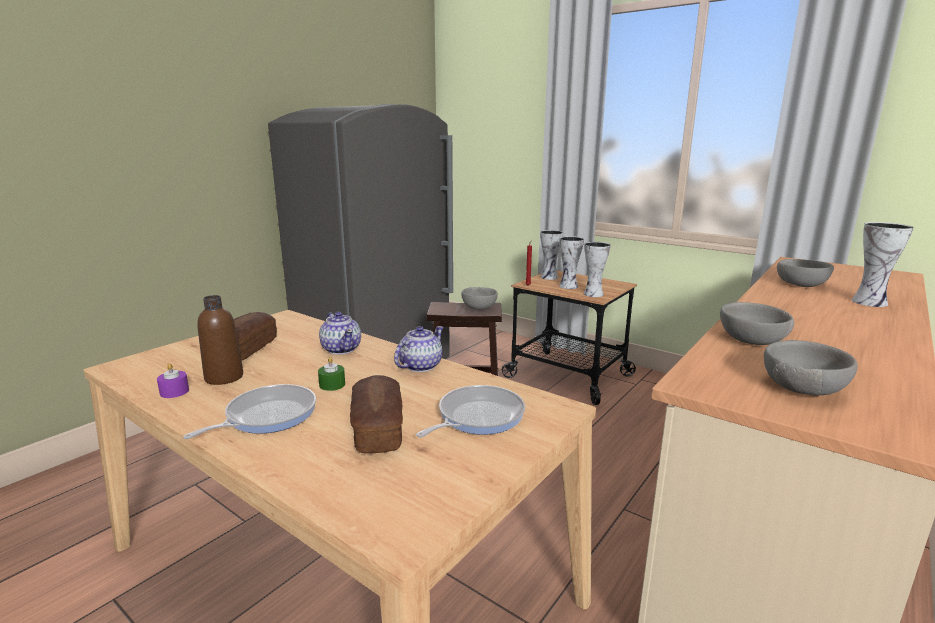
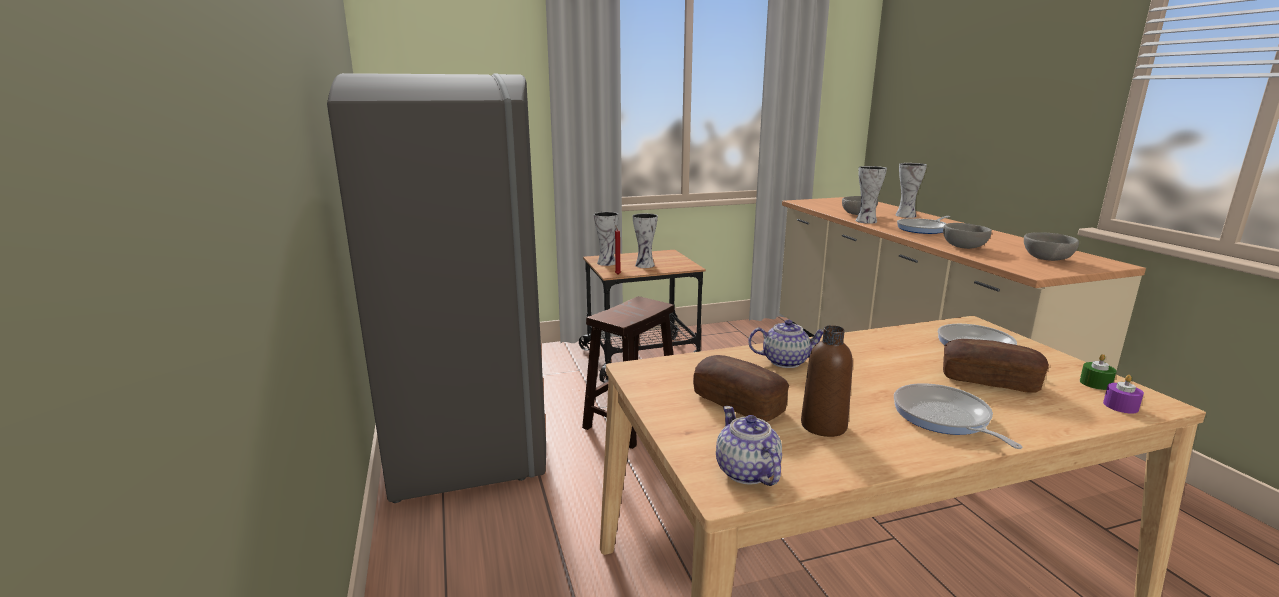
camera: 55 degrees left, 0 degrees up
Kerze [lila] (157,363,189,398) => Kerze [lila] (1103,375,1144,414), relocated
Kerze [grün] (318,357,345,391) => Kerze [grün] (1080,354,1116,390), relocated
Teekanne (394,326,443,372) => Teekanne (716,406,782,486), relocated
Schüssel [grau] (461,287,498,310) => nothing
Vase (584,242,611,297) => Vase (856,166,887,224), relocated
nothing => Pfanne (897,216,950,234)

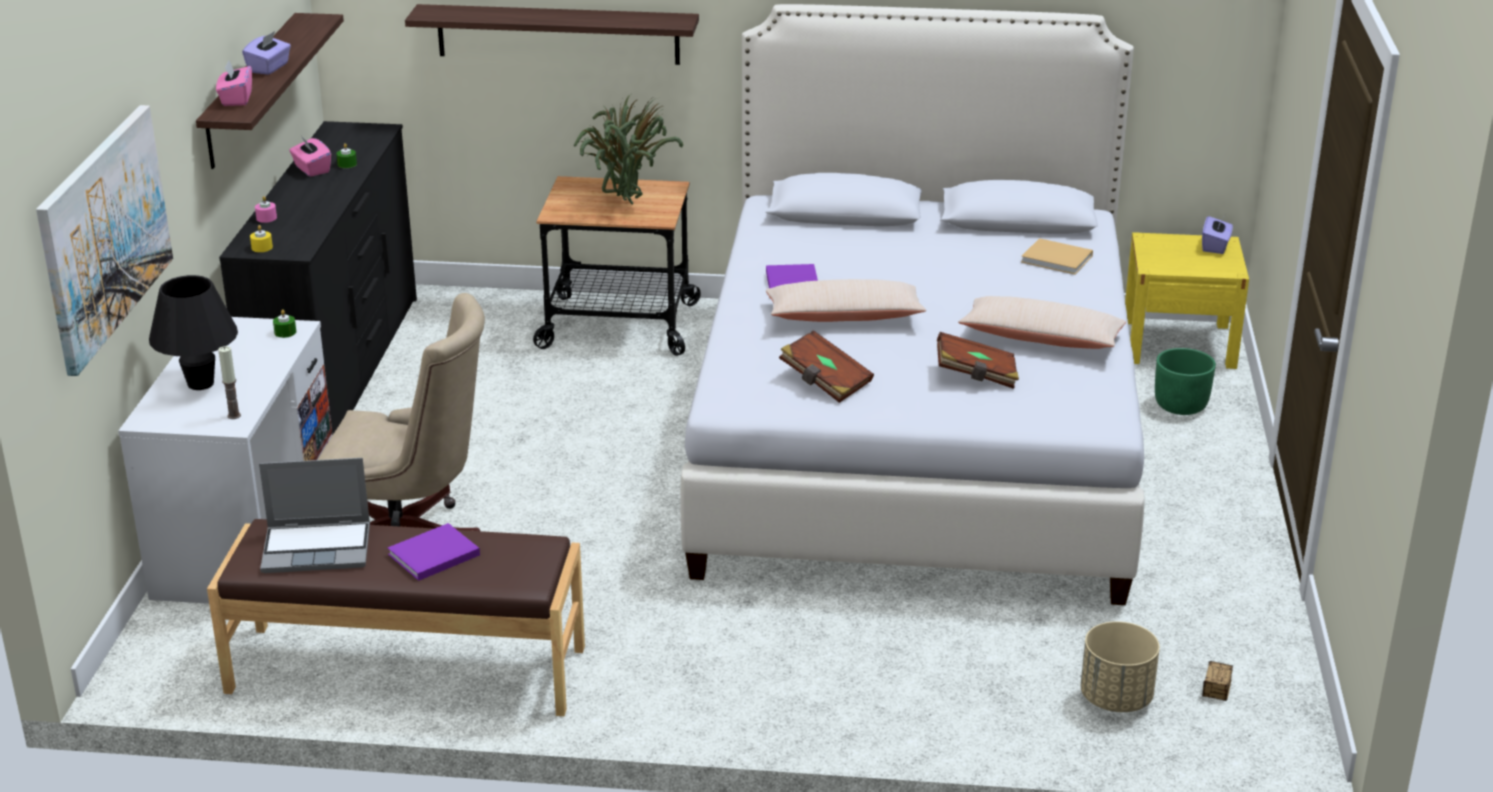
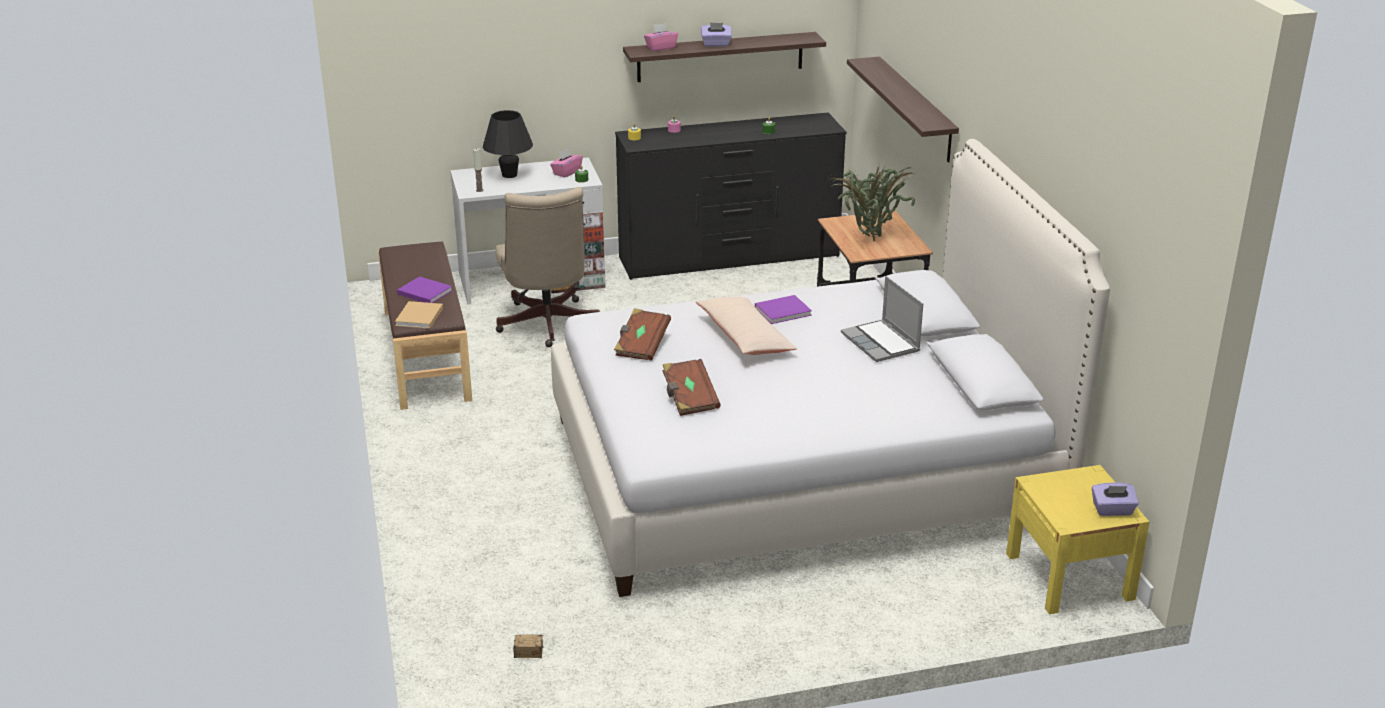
camera: 70 degrees right, 0 degrees up
Bild (36,105,173,376) => nothing
Laptop (259,458,370,573) => Laptop (841,276,923,362), relocated
Taschentuchbox [rosa] (289,136,331,177) => Taschentuchbox [rosa] (550,148,583,178), relocated
Kissen [beige] (958,296,1126,349) => nothing
Buch [beige] (1021,238,1093,275) => Buch [beige] (395,301,443,329), relocated
Pflanzkübel [beige] (1081,621,1160,712) => nothing
Pflanzkübel [grün] (1155,348,1216,415) => nothing

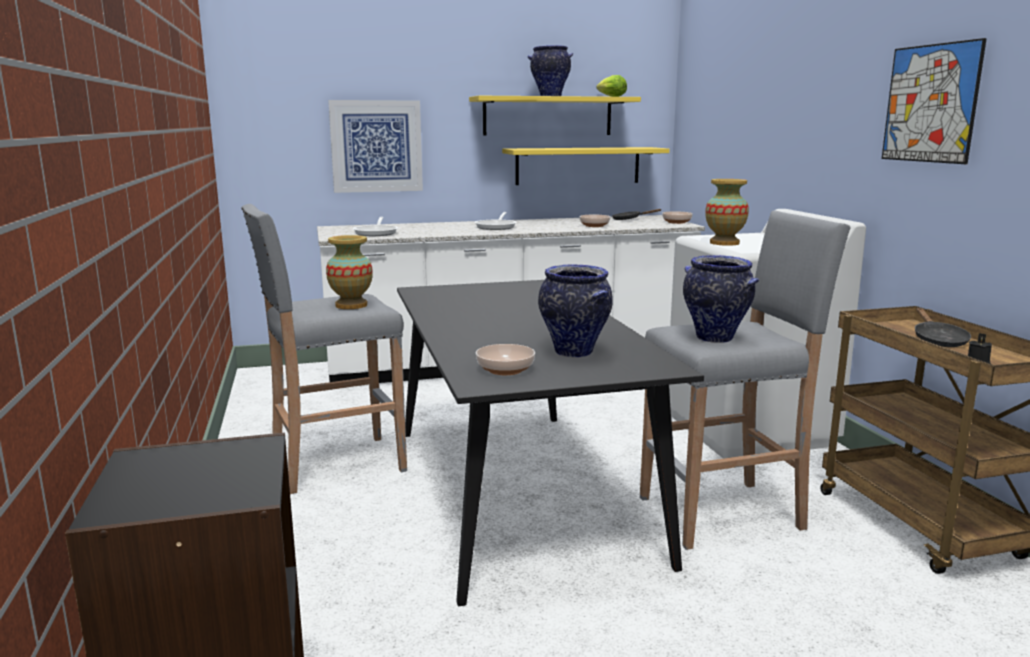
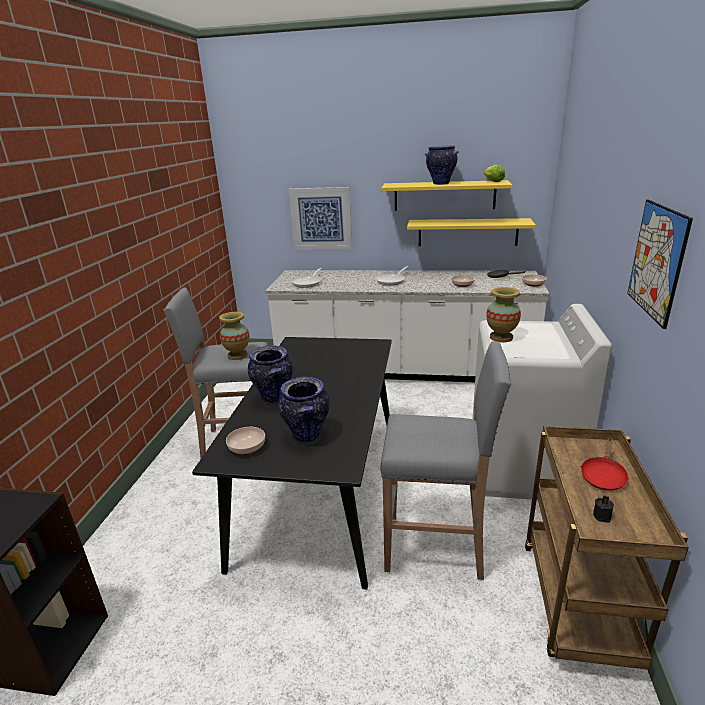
camera: 25 degrees right, 10 degrees up
Vase (683,255,759,343) => Vase (248,346,293,403), relocated
Pfanne [schwarz] (915,308,971,347) => Pfanne [rot] (580,438,629,491)

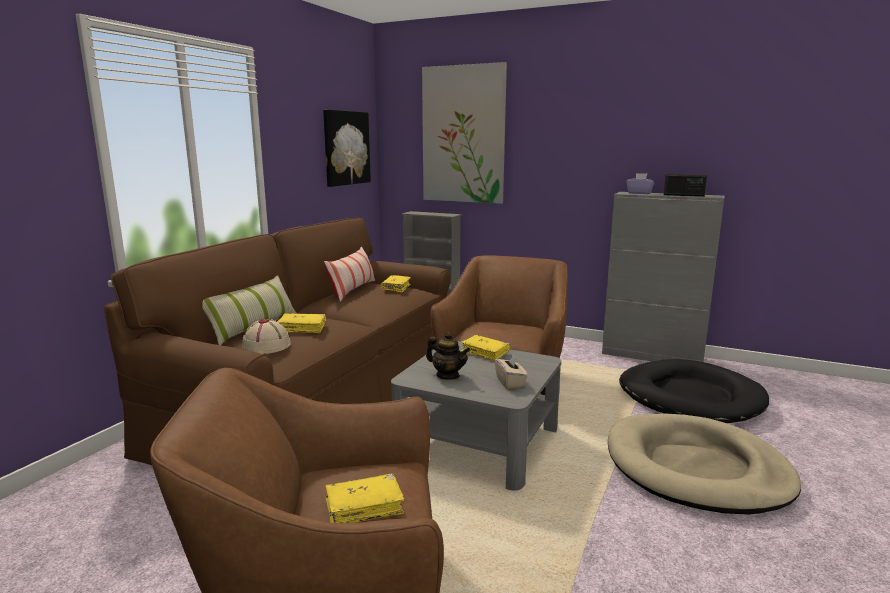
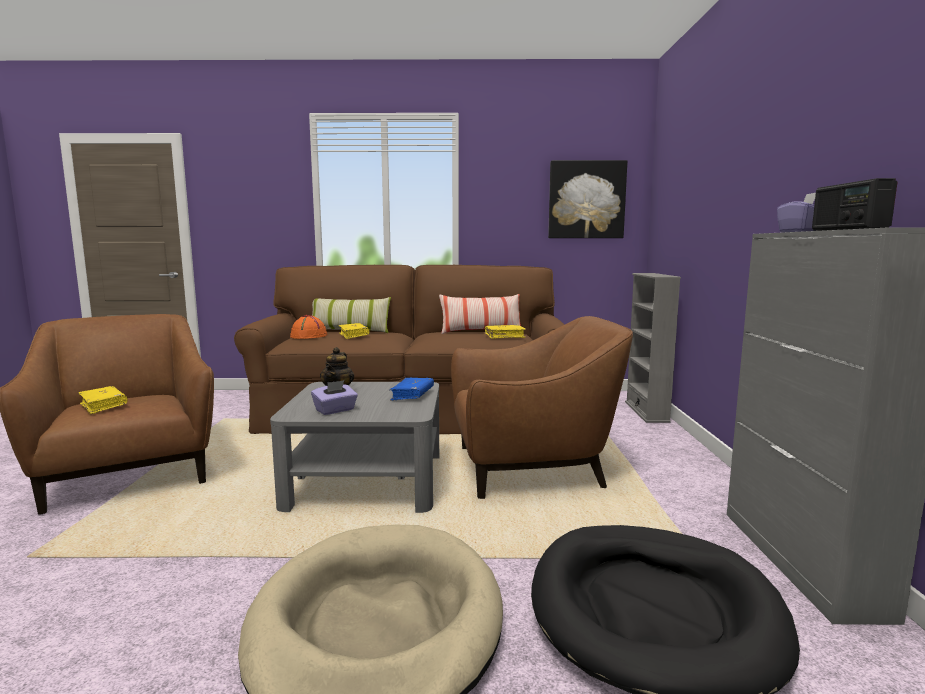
camera: 65 degrees right, 5 degrees down
Hut [beige] (242,319,291,354) => Hut [orange] (290,315,327,339)
Bild (422,62,507,204) => nothing
Buch [gelb] (461,335,510,362) => Buch [blau] (389,378,434,401)
Taschentuchbox [beige] (495,354,528,389) => Taschentuchbox [lila] (311,380,358,415)

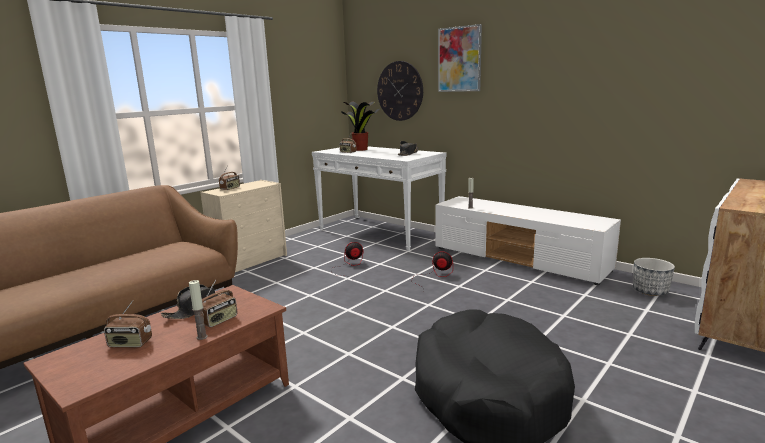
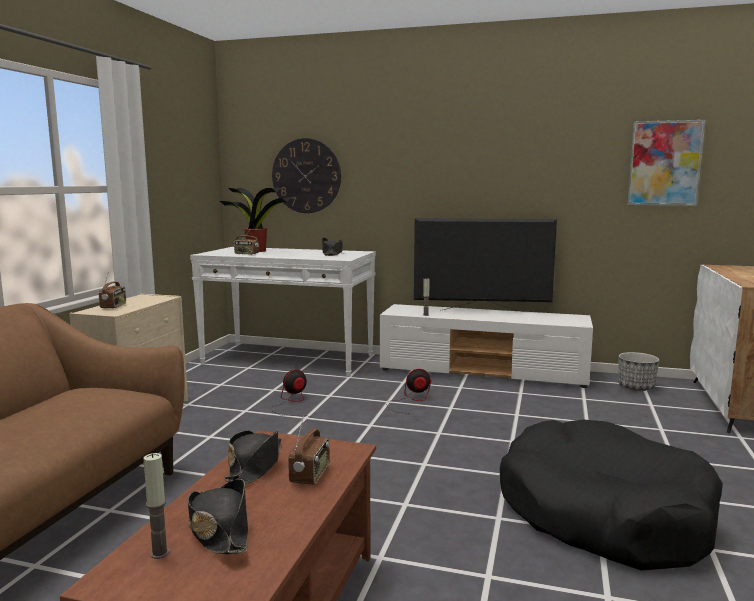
camera: 25 degrees left, 5 degrees down
Radio (104,300,152,348) => Hut [schwarz] (188,479,248,554)
Kerze (189,280,208,340) => Kerze (143,453,169,559), relocated
Bild (438,24,482,92) => Bild (627,120,705,206), relocated
nothing => Fernseher (414,218,557,311)

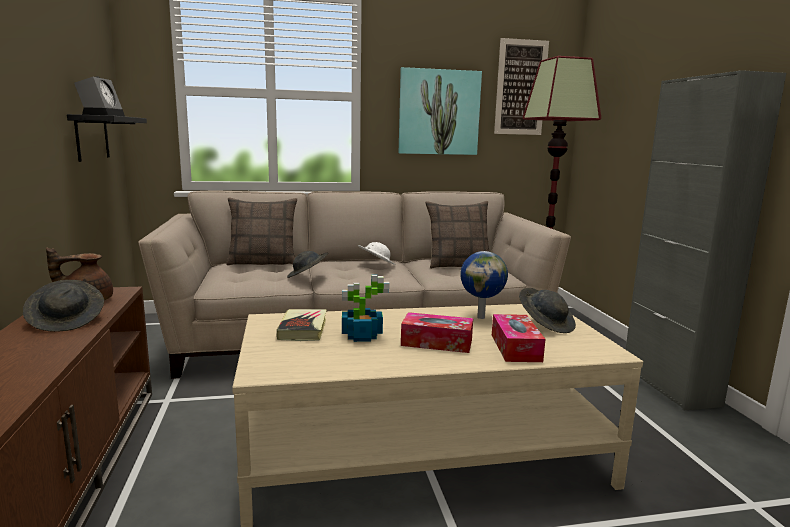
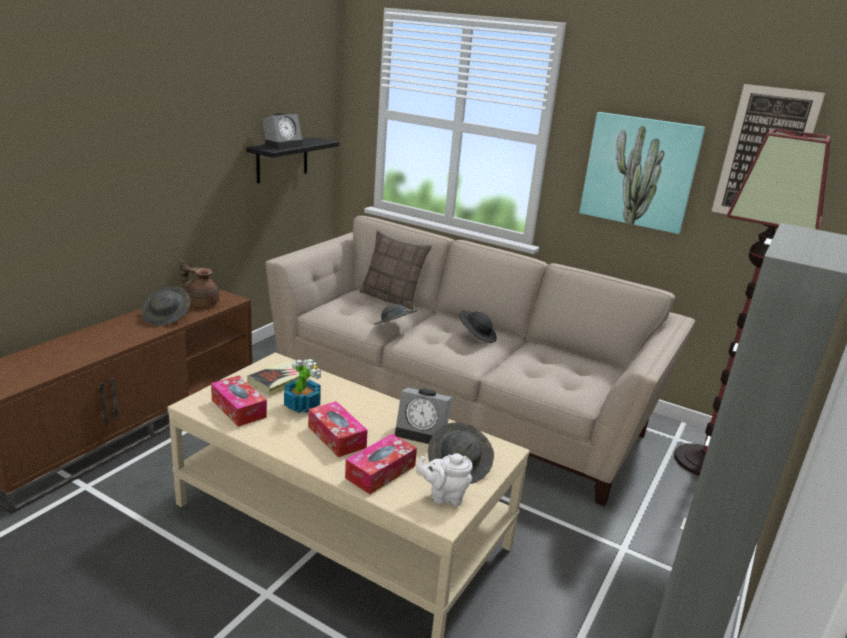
camera: 40 degrees right, 10 degrees up
Hut [weiß] (358,242,396,265) => Hut [schwarz] (459,310,497,343)
Kissen (425,201,490,269) => nothing
Globus (460,251,508,319) => Wecker (395,388,452,444)
nothing => Taschentuchbox (211,376,267,427)
nothing => Teekanne [weiß] (417,453,472,506)

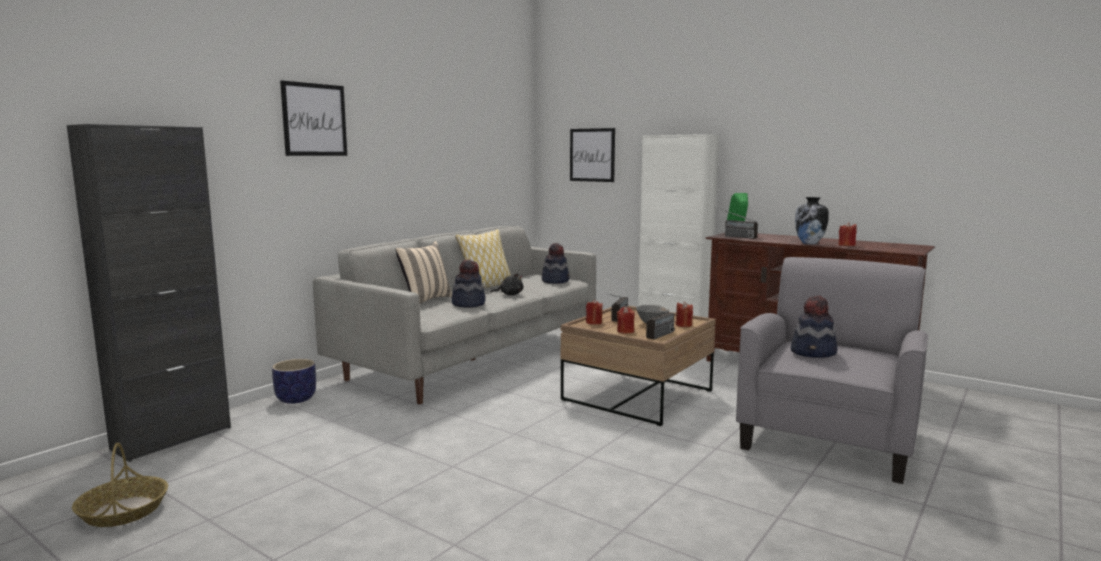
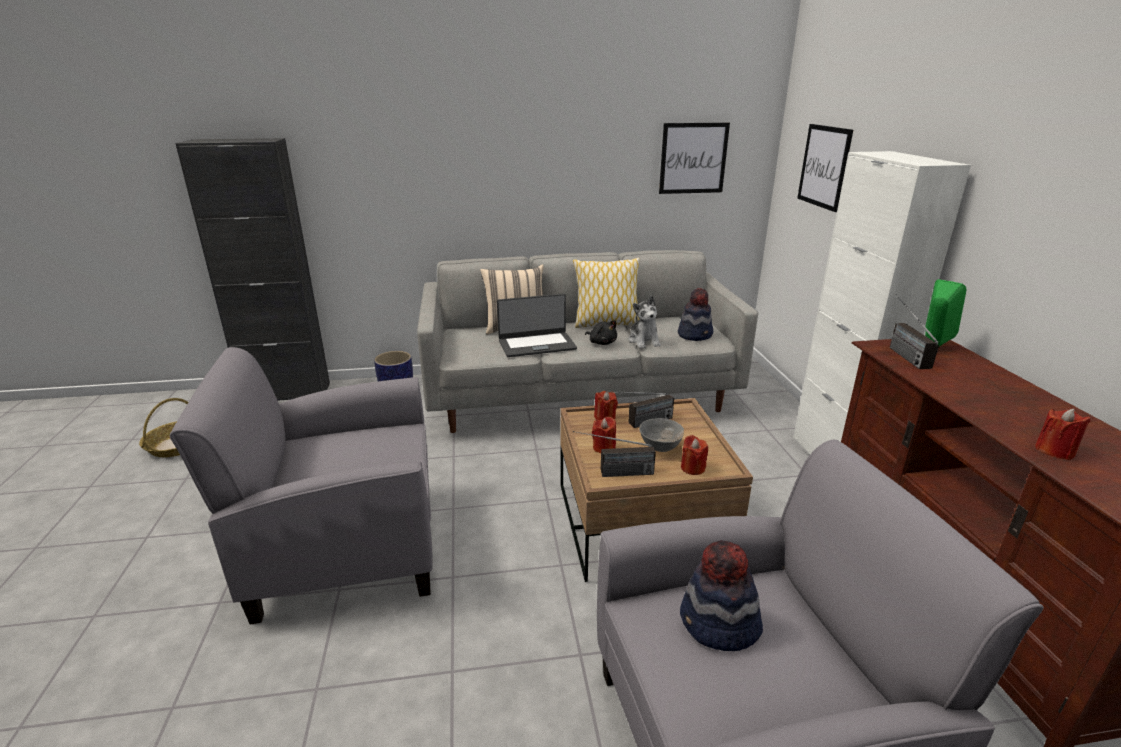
camera: 45 degrees right, 15 degrees up
Bild (280,80,347,156) => Bild (659,123,730,194), relocated
Hut (452,259,485,308) => Laptop (497,294,577,357)
Vase (795,197,829,244) => nothing
nothing => Sessel [grau] (170,347,433,624)
nothing => Plüschtier (628,295,661,348)

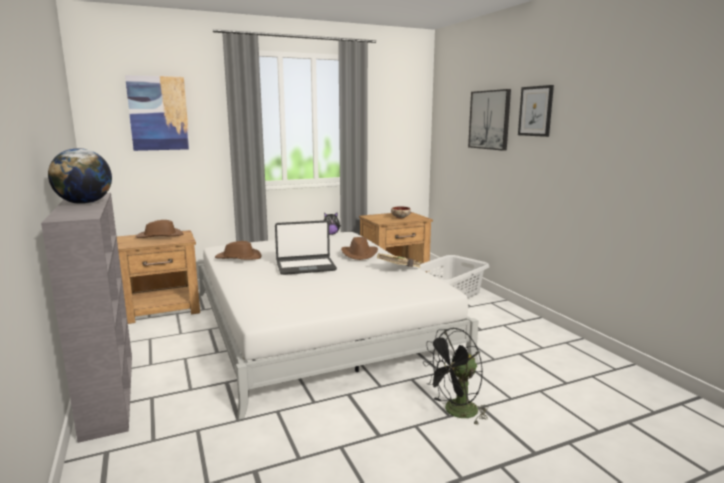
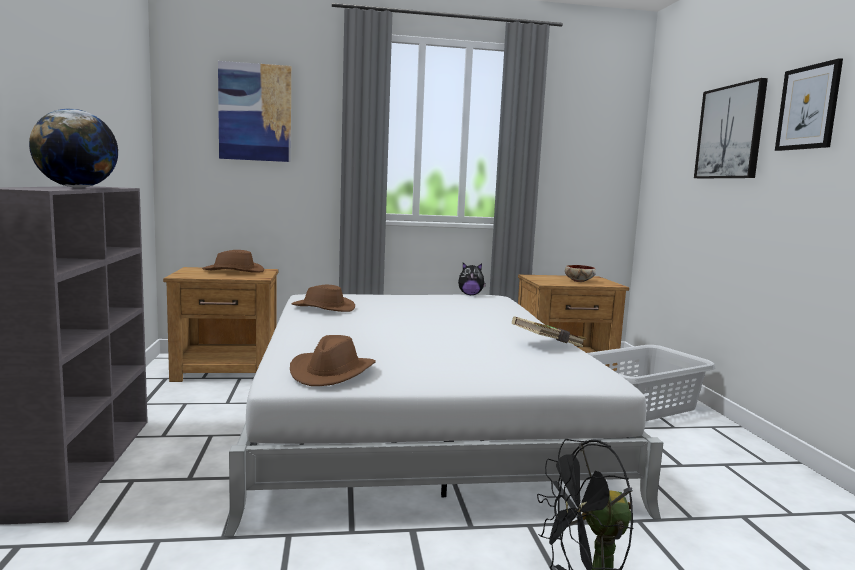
camera: 15 degrees right, 5 degrees down
Laptop (275,220,337,275) => nothing
Hut [braun] (341,237,378,260) => Hut [braun] (290,335,376,386), relocated

